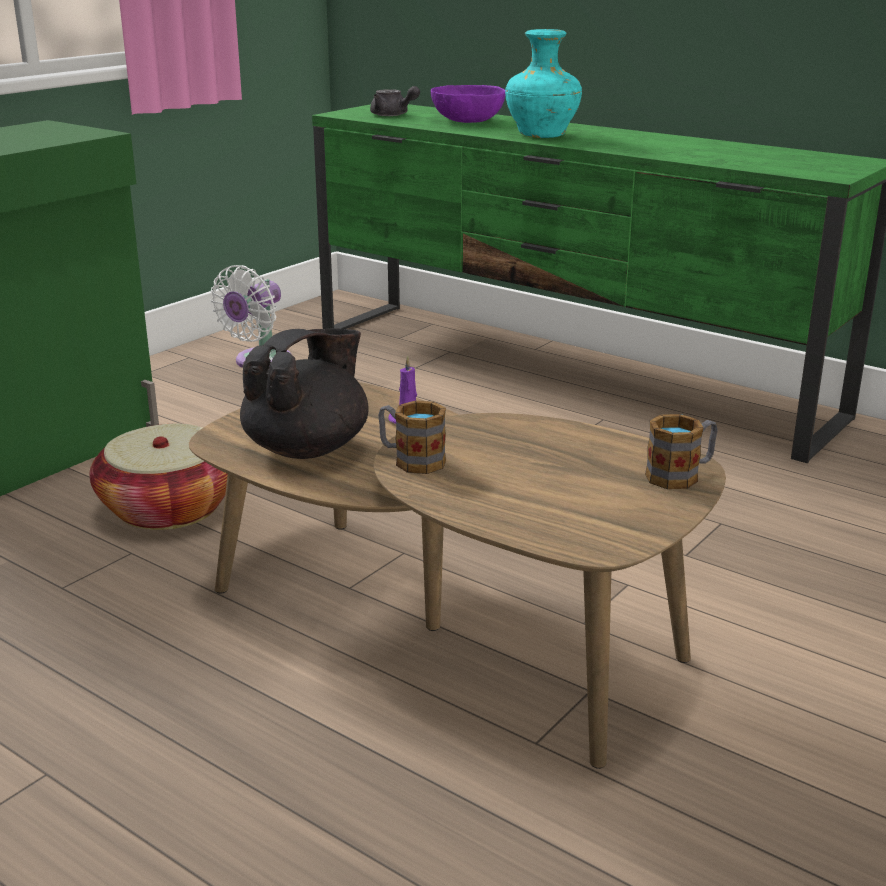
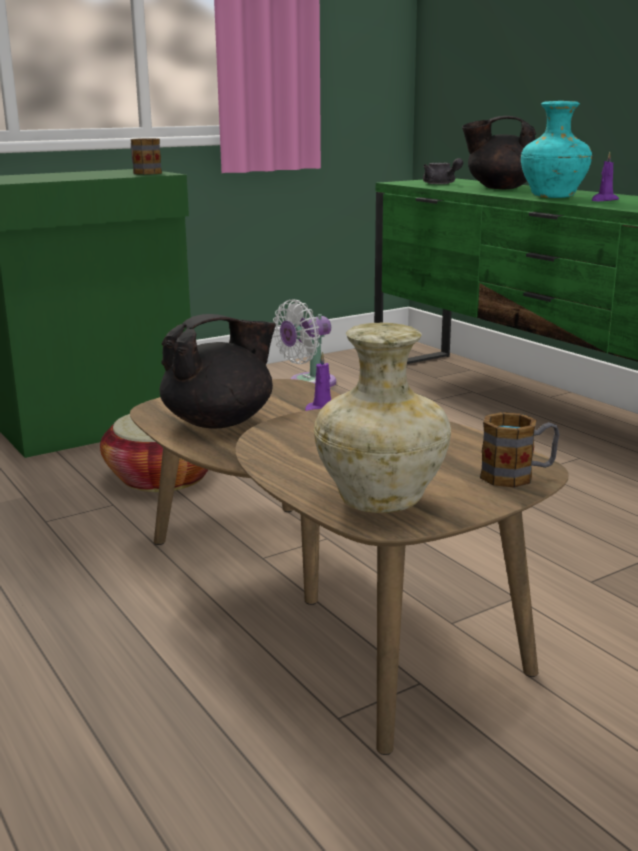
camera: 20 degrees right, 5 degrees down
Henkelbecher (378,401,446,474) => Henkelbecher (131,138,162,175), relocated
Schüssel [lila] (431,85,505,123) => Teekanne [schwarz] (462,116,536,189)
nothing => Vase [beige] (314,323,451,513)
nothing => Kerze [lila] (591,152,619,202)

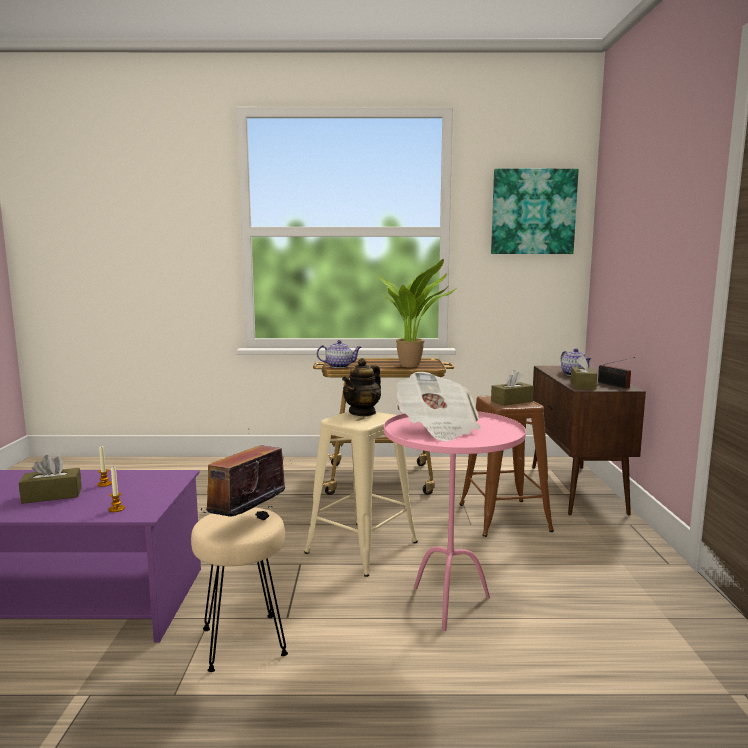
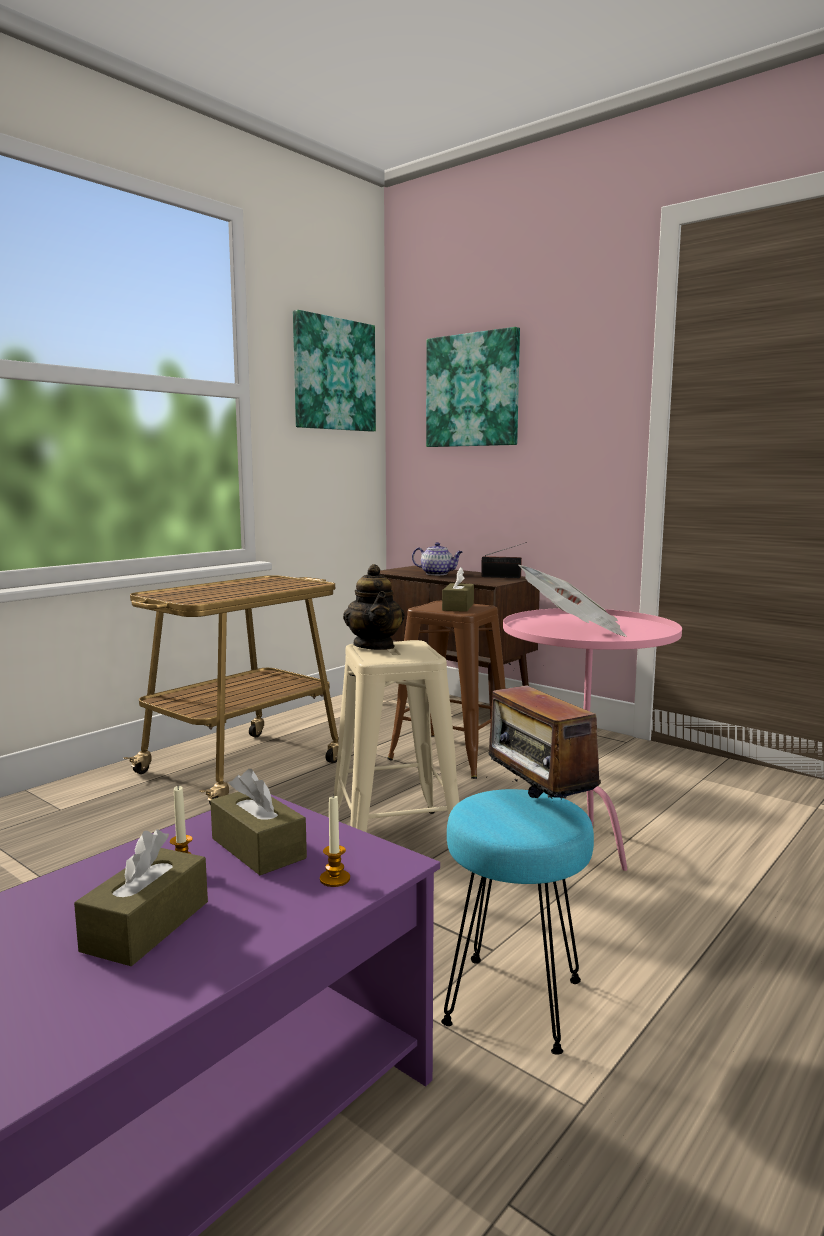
camera: 50 degrees left, 0 degrees up
Hocker [beige] (191,507,288,672) => Hocker [türkis] (441,789,594,1055)
Teekanne (317,340,361,368) => nothing
Topfpflanze (378,259,456,368) => nothing
Taschentuchbox [braun] (570,355,597,390) => Taschentuchbox [braun] (210,769,307,875), relocated
nothing => Bild (426,327,520,447)

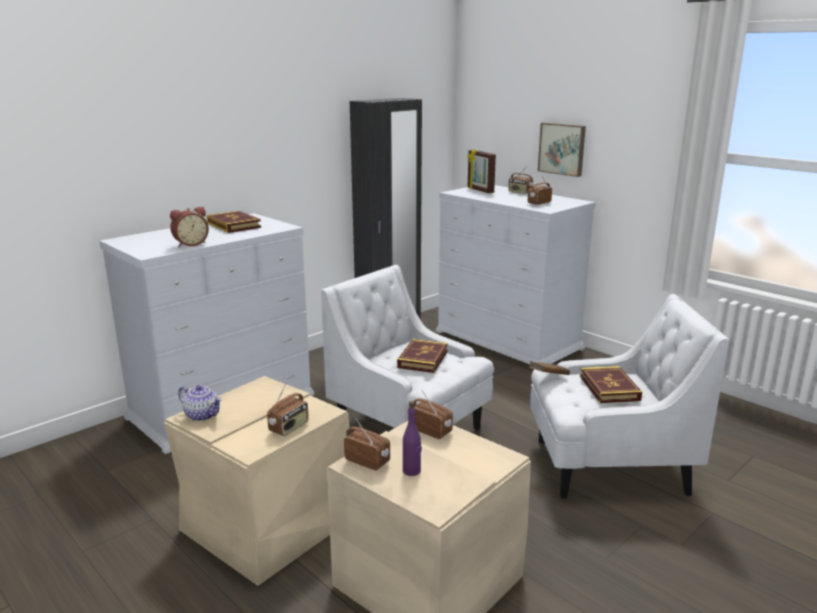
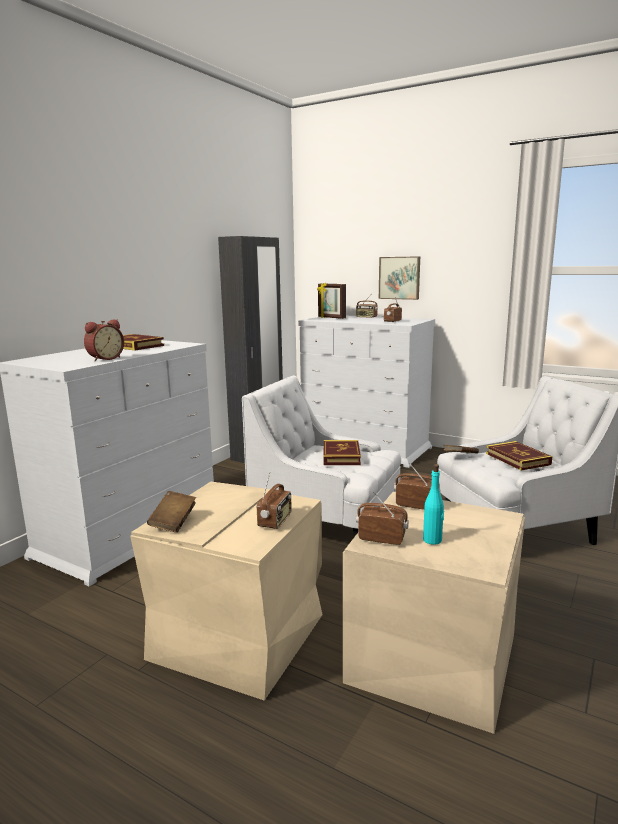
camera: 15 degrees left, 5 degrees down
Teekanne (178,385,222,421) => Buch [braun] (147,491,196,532)
Flasche [lila] (403,401,422,476) => Flasche [türkis] (423,464,444,545)

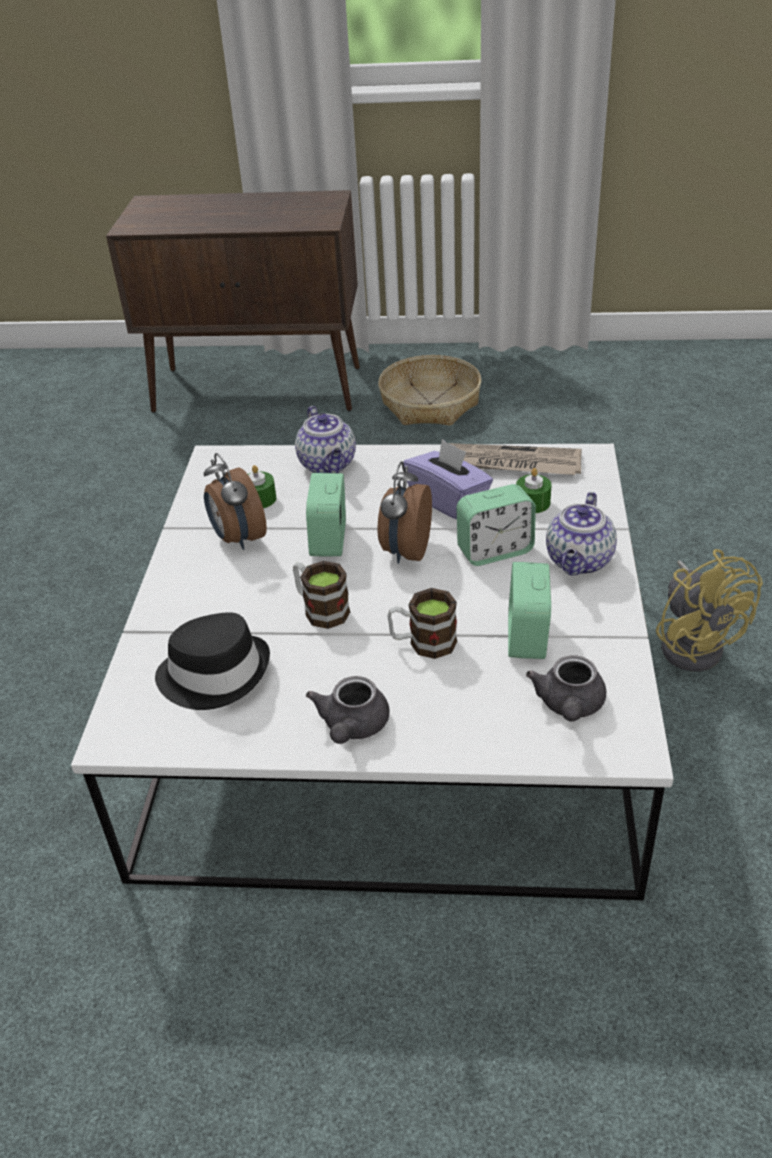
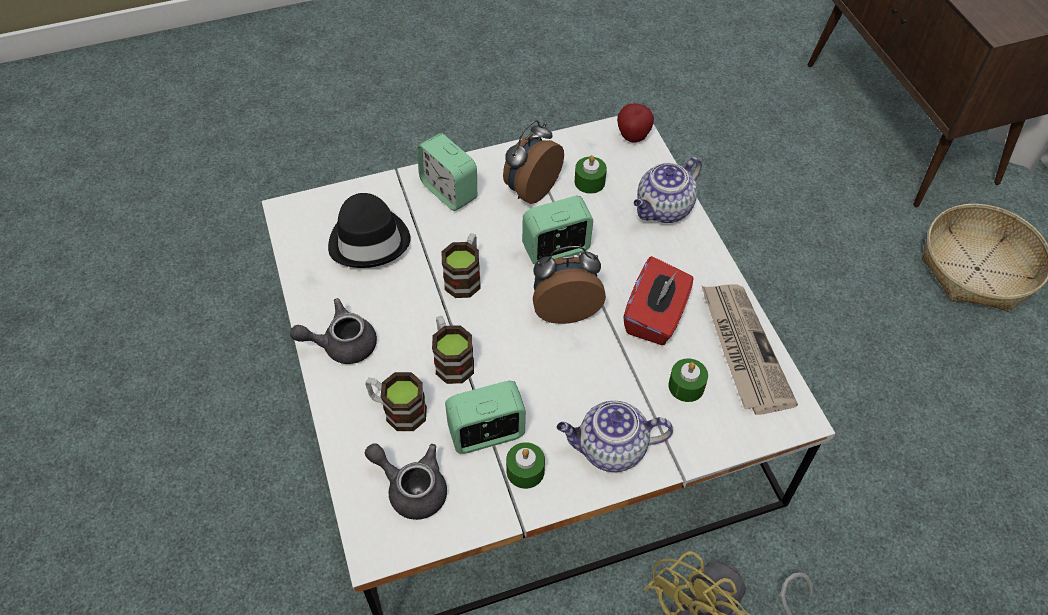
camera: 65 degrees right, 15 degrees up
Taschentuchbox [lila] (404,439,493,520) => Taschentuchbox [rot] (623,256,694,345)
Wecker (457,484,536,566) => Wecker (417,133,477,211), relocated
Teekanne [grau] (526,655,606,721) => Teekanne [grau] (365,443,447,520), 45 degrees clockwise
nothing => Henkelbecher (365,372,427,431)
nothing => Kerze [grün] (506,442,545,489)
nothing => Apfel (617,103,654,143)

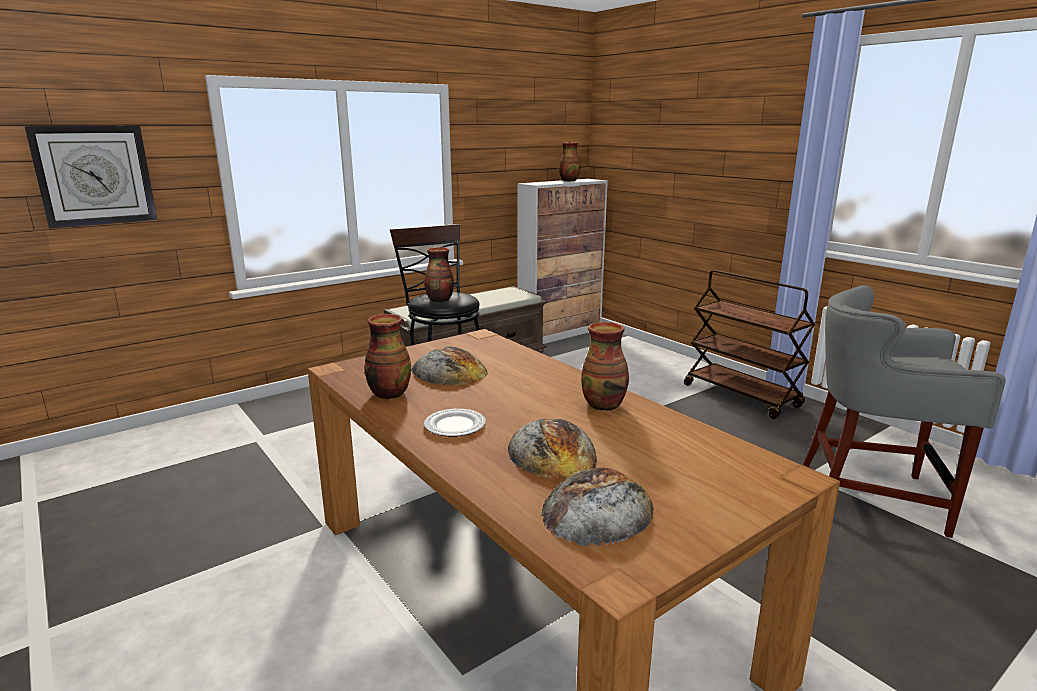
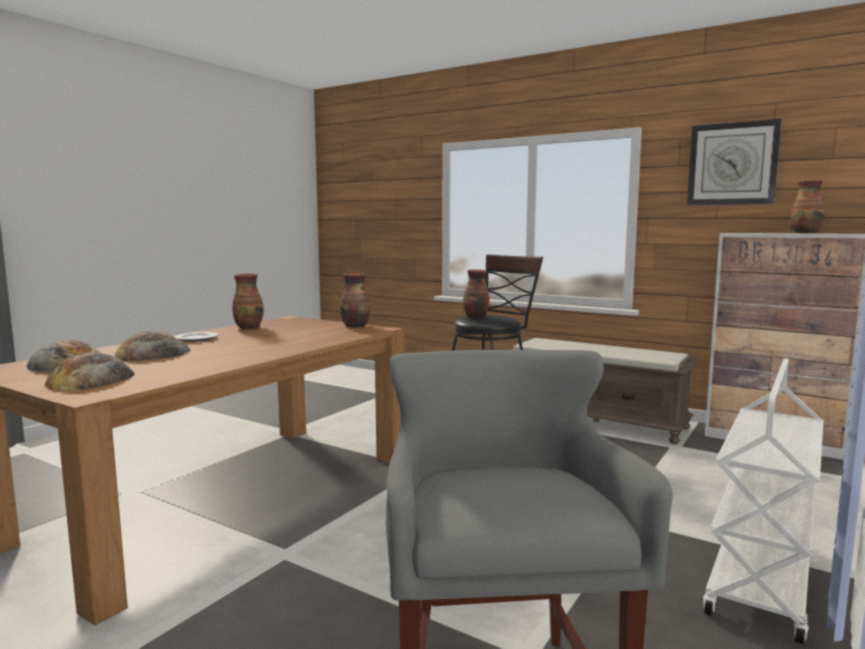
camera: 70 degrees right, 10 degrees down
Wanduhr (25,126,157,228) => Wanduhr (687,119,782,205), relocated
Brot (411,346,488,385) => Brot (44,352,134,391), relocated
Vase (581,322,629,410) => Vase (340,273,370,327), relocated
Rollwagen [braun] (684,270,815,419) => Rollwagen [weiß] (703,358,824,644)

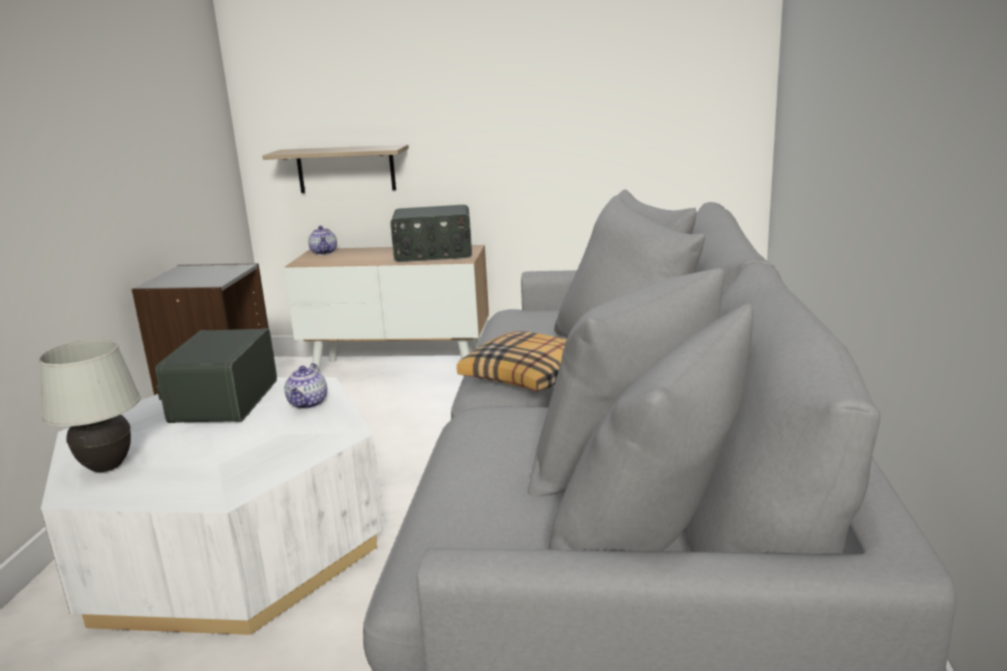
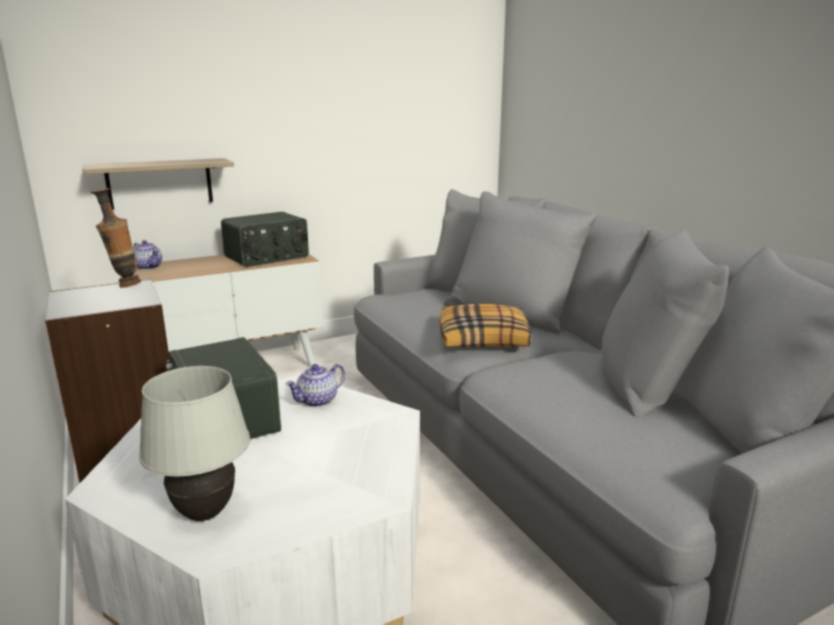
camera: 35 degrees left, 0 degrees up
Teekanne (285,363,327,409) => Teekanne (286,364,345,407), 75 degrees clockwise
nothing => Vase (90,188,141,287)

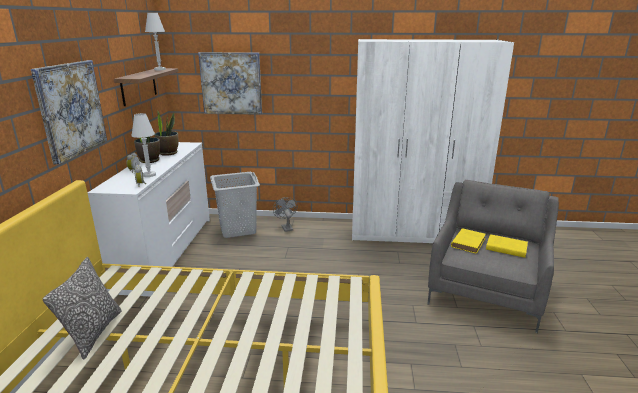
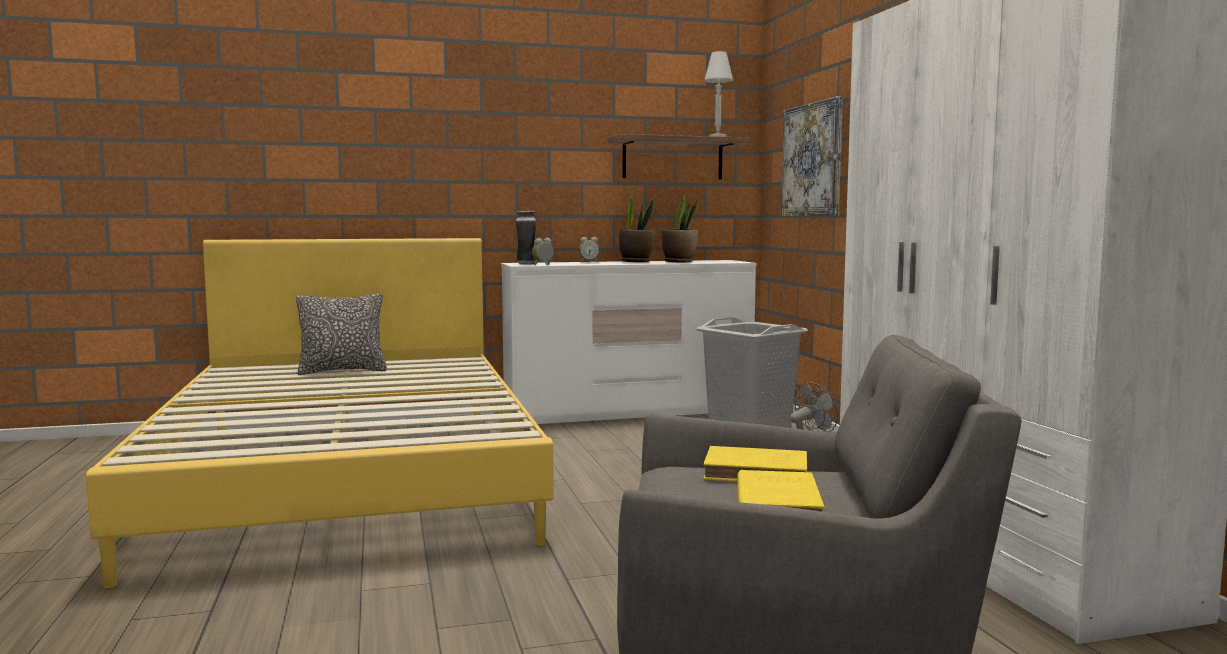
camera: 70 degrees right, 15 degrees down
Bild (31,60,107,165) => nothing
Tischlampe [weiß] (131,113,156,177) => nothing
nothing => Vase (516,211,536,265)

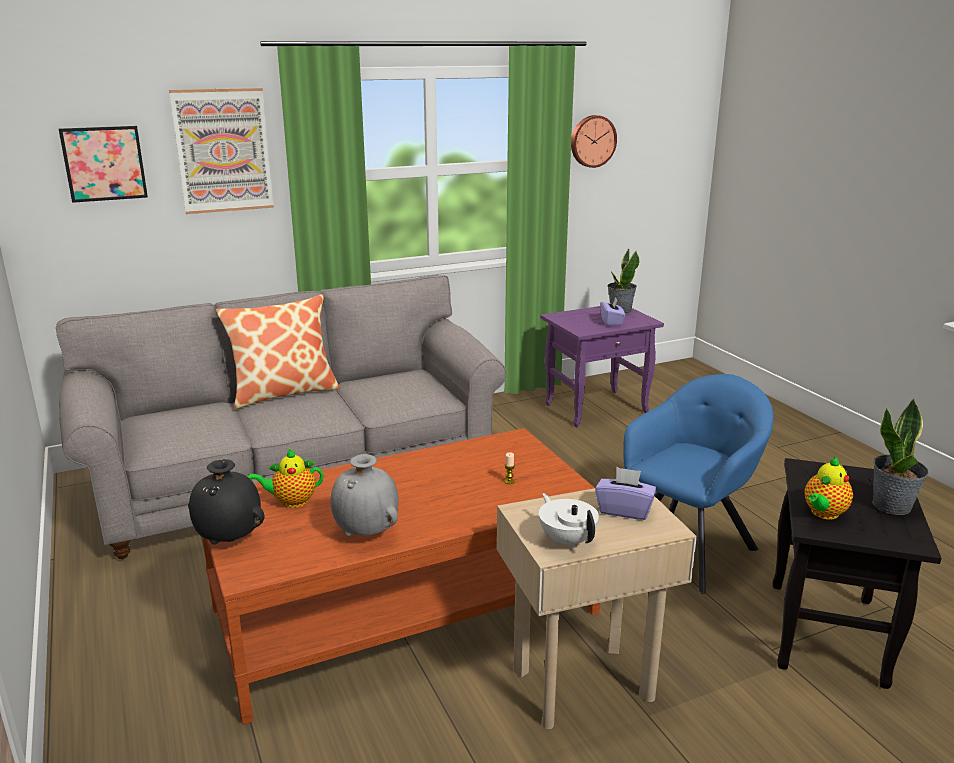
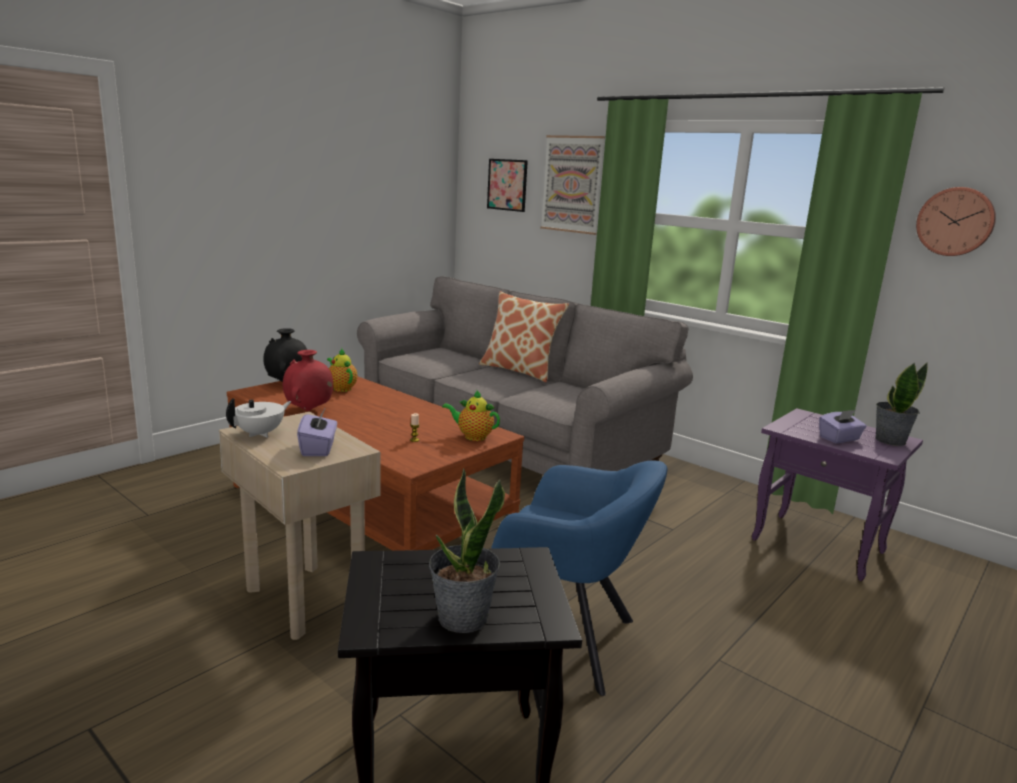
camera: 65 degrees right, 5 degrees down
Vase [grau] (330,454,399,536) => Vase [rot] (283,350,333,411)
Teekanne (805,457,853,520) => Teekanne (442,389,500,441), relocated

